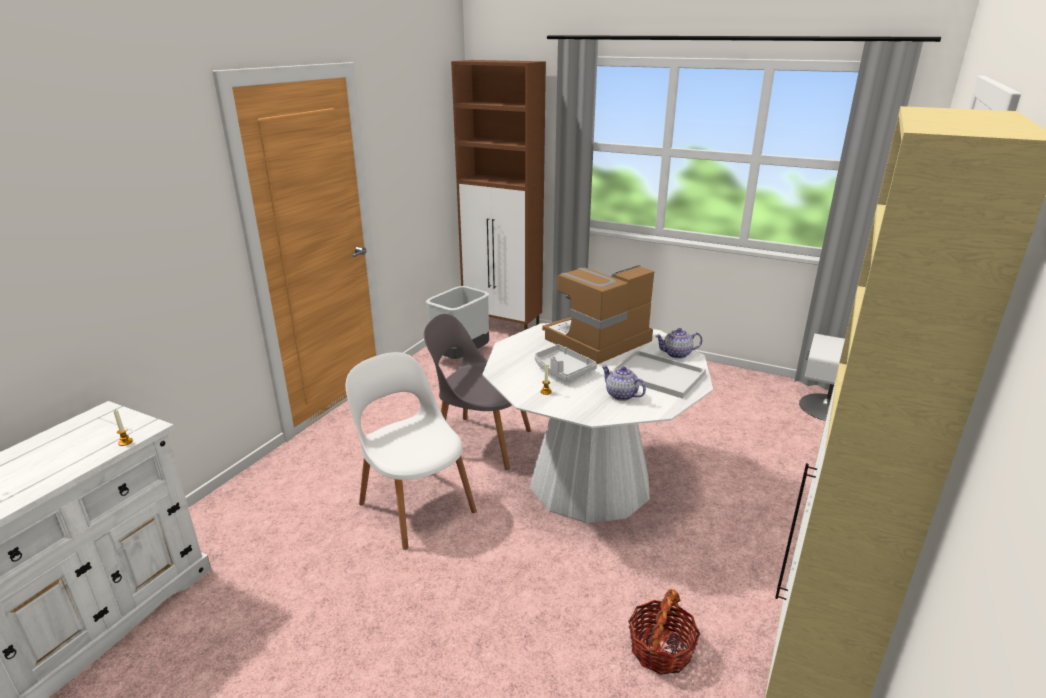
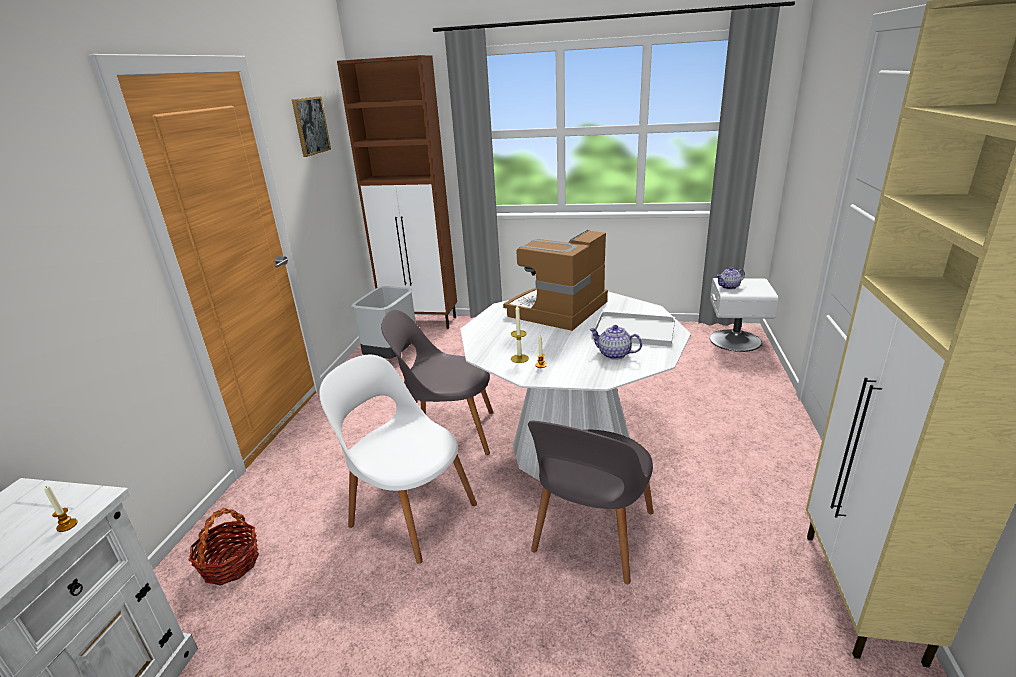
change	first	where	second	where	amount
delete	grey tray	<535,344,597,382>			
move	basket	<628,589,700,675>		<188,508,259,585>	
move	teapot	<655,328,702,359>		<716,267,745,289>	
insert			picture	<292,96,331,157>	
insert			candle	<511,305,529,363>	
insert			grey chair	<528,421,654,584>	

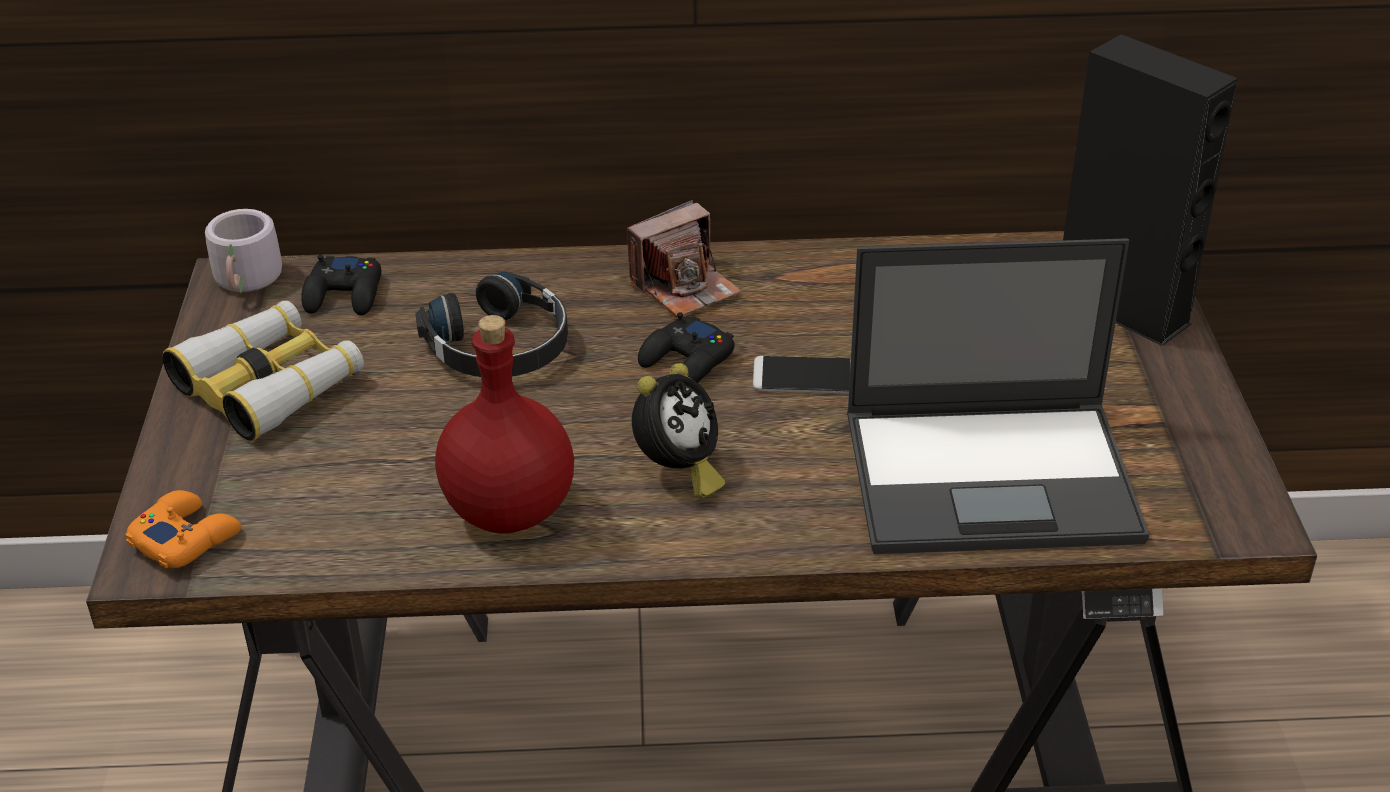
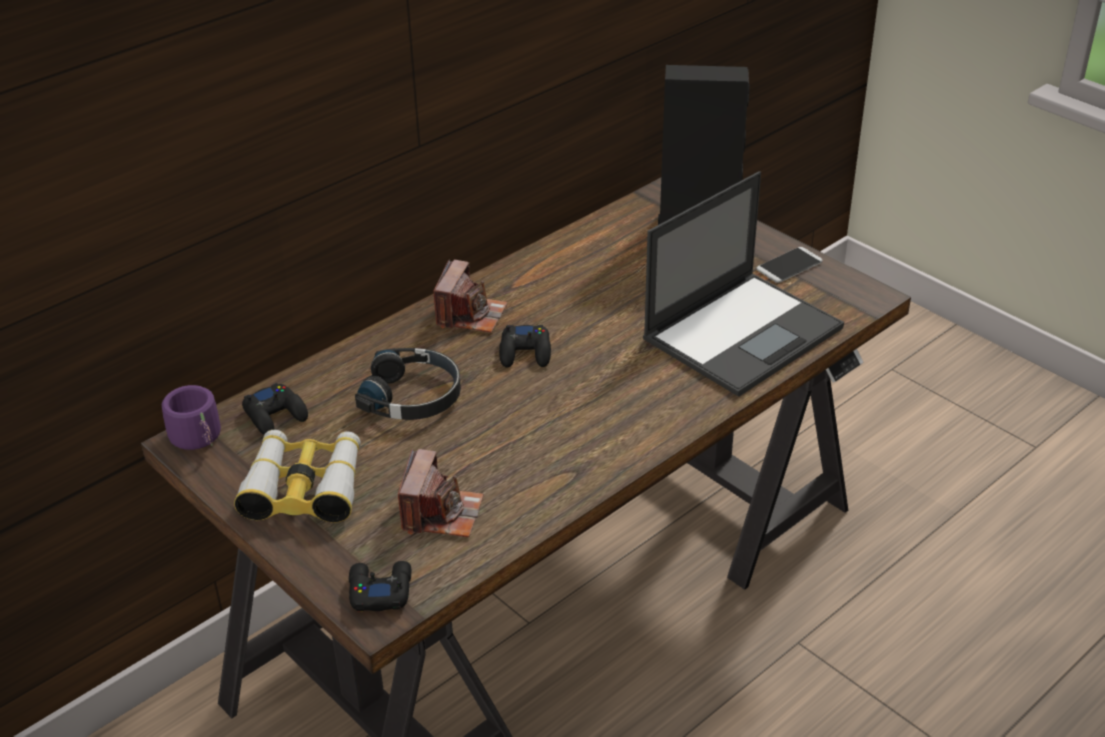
change	first	where	second	where	amount
recolor	orange game controller	<125,490,242,568>	black game controller	<349,561,411,611>	
recolor	grey mug	<205,209,300,293>	purple mug	<162,385,221,450>	
delete	red bottle	<435,315,574,534>			
delete	alarm clock	<632,363,725,498>			
move	phone	<753,356,851,393>		<756,247,823,283>	
insert			photo camera	<398,449,484,537>	

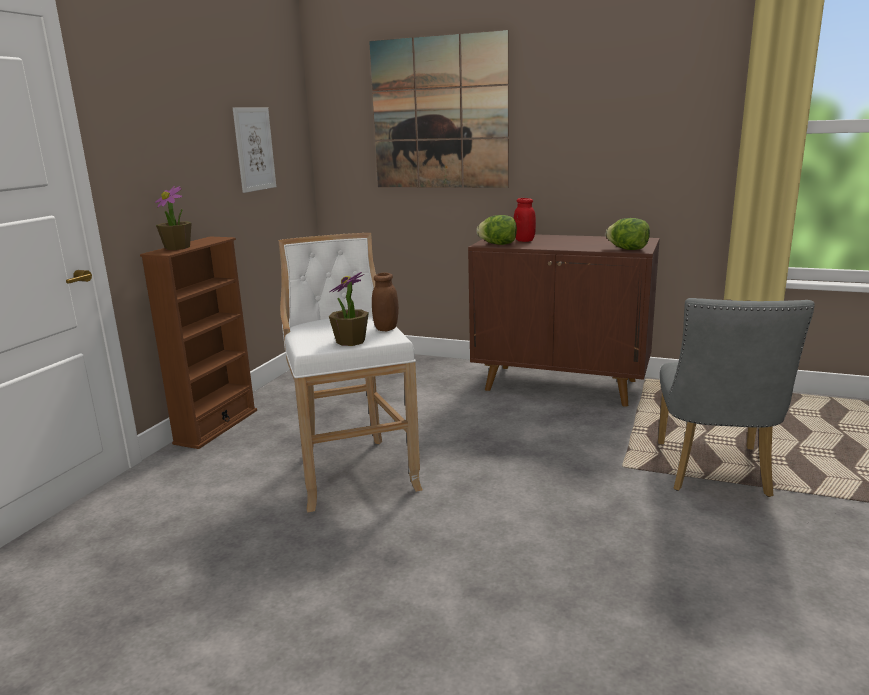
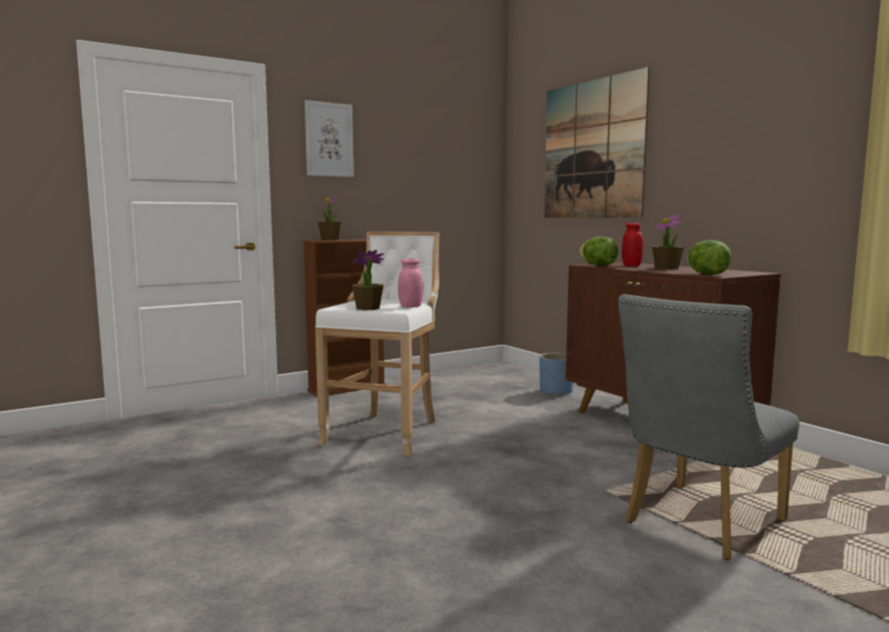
change	first	where	second	where	amount
move	picture	<233,107,276,193>		<305,100,354,177>	
recolor	brown jar	<372,273,399,331>	pink jar	<398,258,423,308>	
insert			blue planter	<539,353,573,396>	
insert			potted plant	<652,214,684,269>	

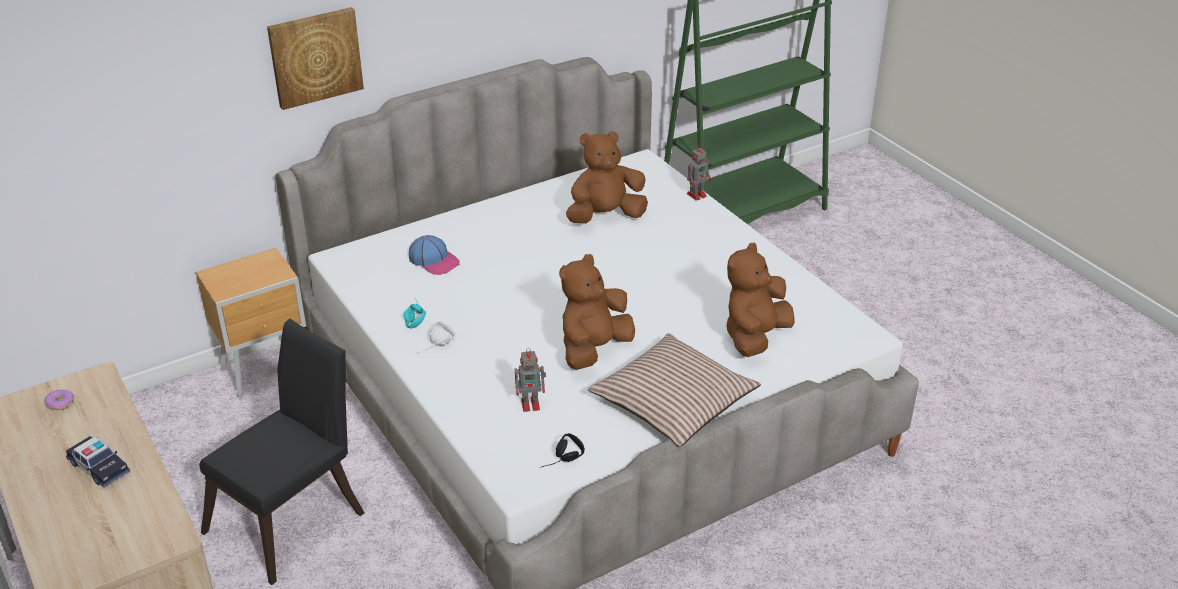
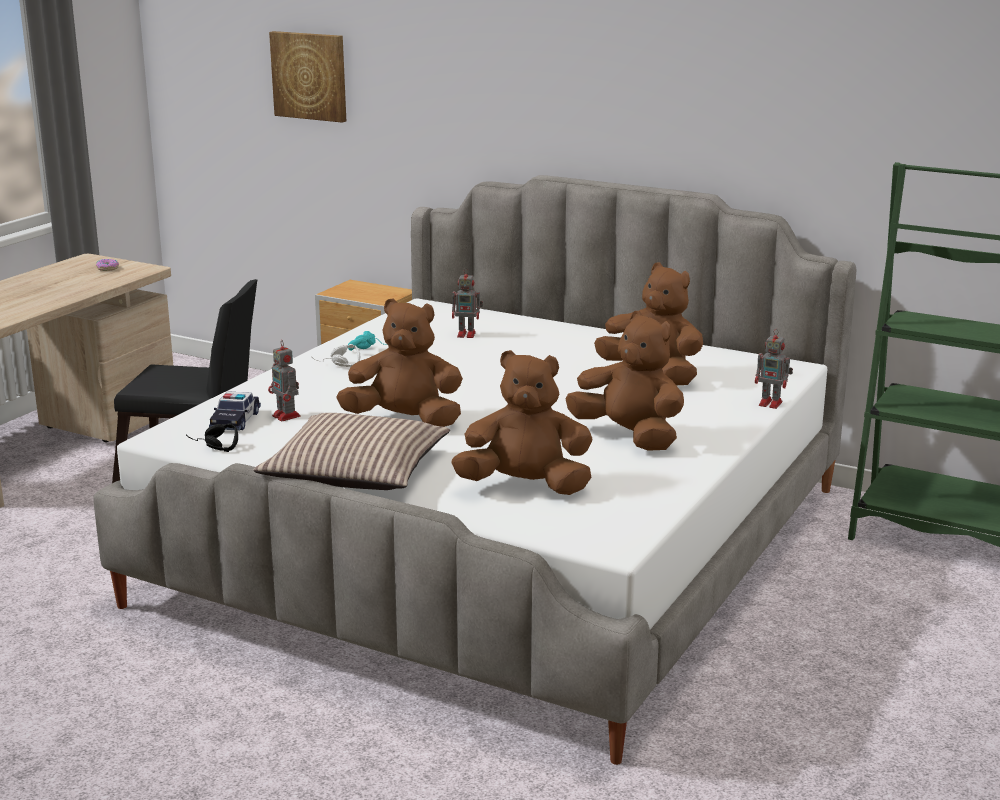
change	first	where	second	where	amount
move	toy car	<66,436,130,487>		<209,391,261,431>	
move	picture	<267,7,364,110>		<269,31,346,122>	
replace	cap	<409,235,460,275>	toy robot	<452,268,483,338>	
insert			brown plush toy	<565,311,684,451>	

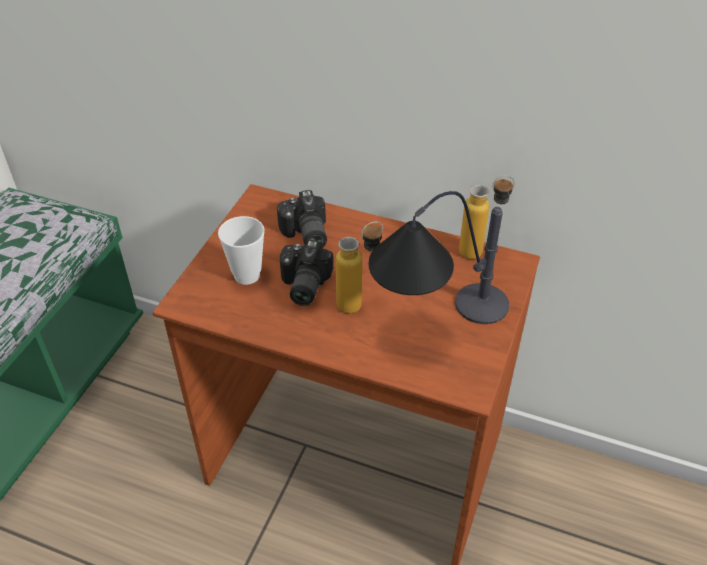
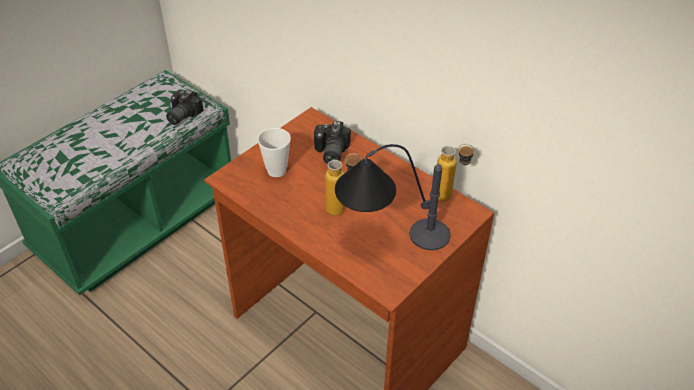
change	first	where	second	where	amount
move	photo camera	<280,240,333,306>		<166,90,204,125>	

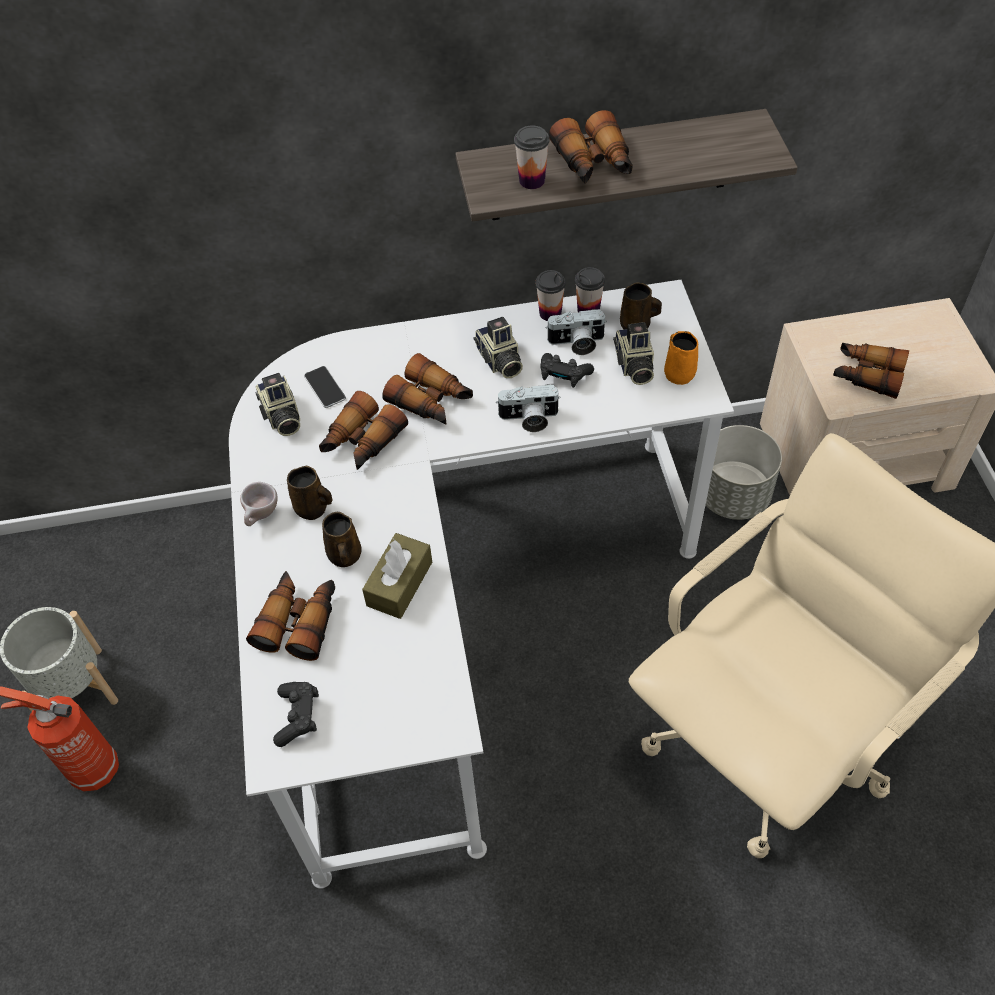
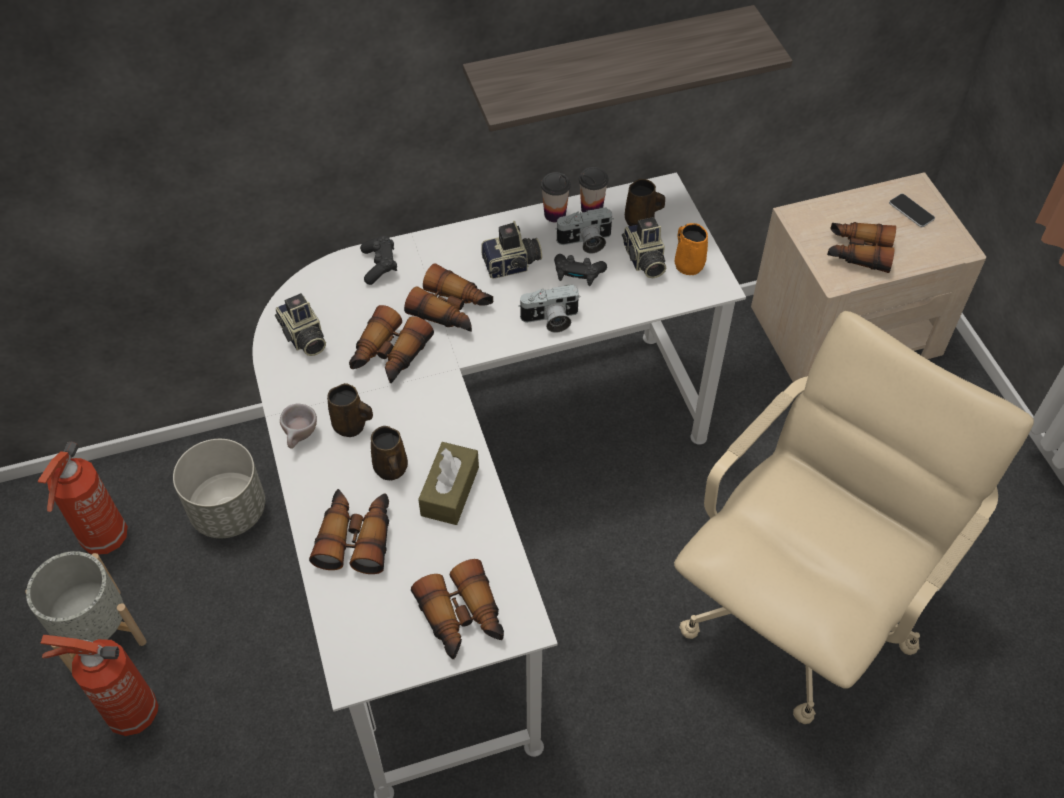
change	first	where	second	where	amount
move	black game controller	<273,682,319,747>		<360,236,397,285>	
move	phone	<304,366,346,408>		<889,194,935,227>	
rotate	photo camera	<473,317,523,378>		<481,221,542,279>	75 degrees counterclockwise
delete	cup	<514,126,550,189>			
move	binoculars	<549,110,633,184>		<411,559,504,659>	
move	grey planter	<706,425,782,520>		<173,439,265,538>	
insert			fire extinguisher	<38,441,128,555>	

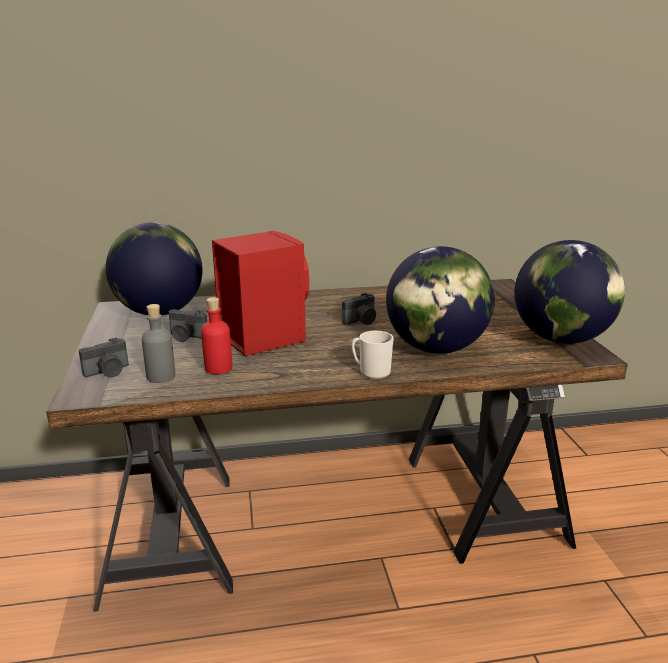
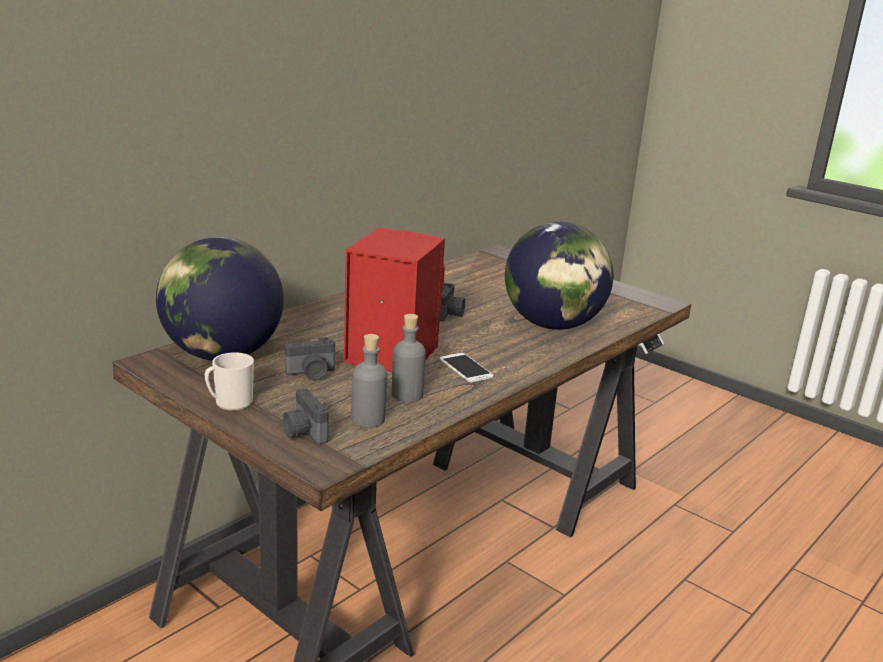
change	first	where	second	where	amount
rotate	photo camera	<78,338,129,378>		<283,388,329,445>	135 degrees clockwise
recolor	red bottle	<201,297,232,374>	grey bottle	<392,314,426,402>	
move	mug	<352,331,394,379>		<205,352,254,411>	
delete	globe	<515,240,625,344>			
insert			phone	<440,353,494,383>	

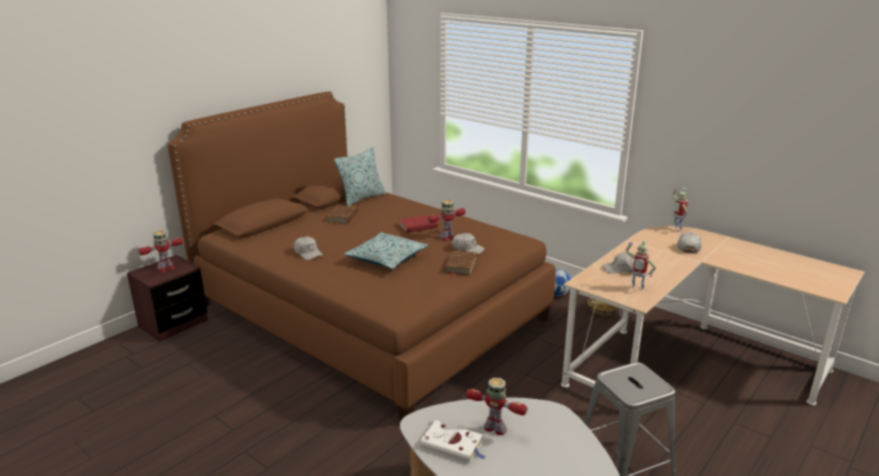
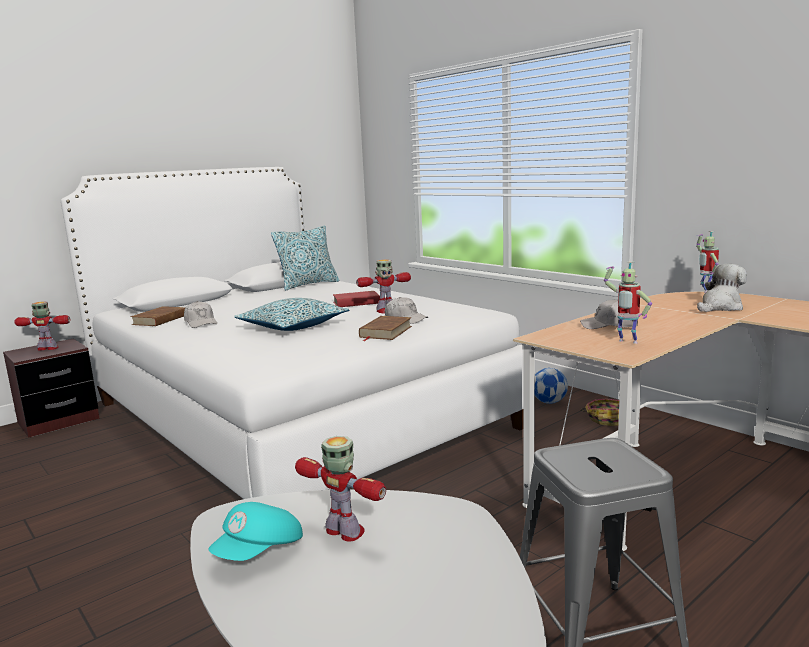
change	first	where	second	where	amount
rotate	toy robot	<138,231,183,272>		<14,301,70,351>	150 degrees counterclockwise
recolor	brown bed	<167,91,556,421>	white bed	<61,167,524,499>	
move	brown book	<326,205,358,224>		<131,306,186,326>	
replace	white book	<420,420,486,463>	turquoise cap	<208,502,303,561>	
replace	white cap	<677,232,702,253>	plush toy	<697,264,747,312>	

